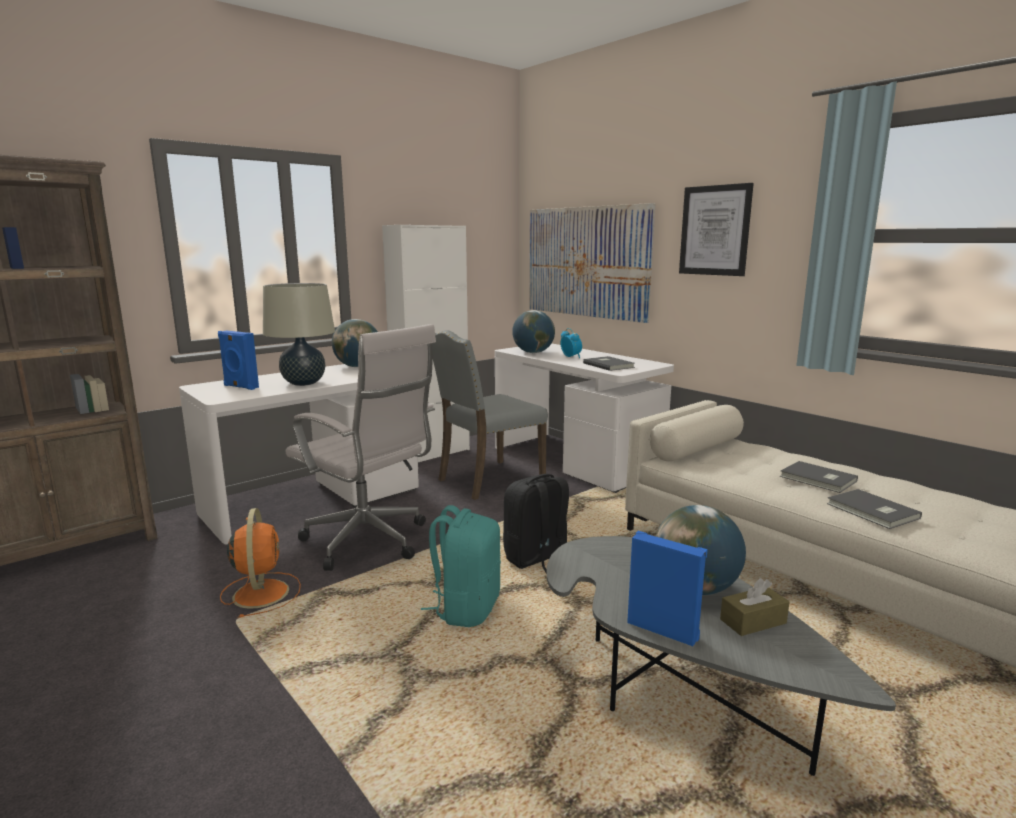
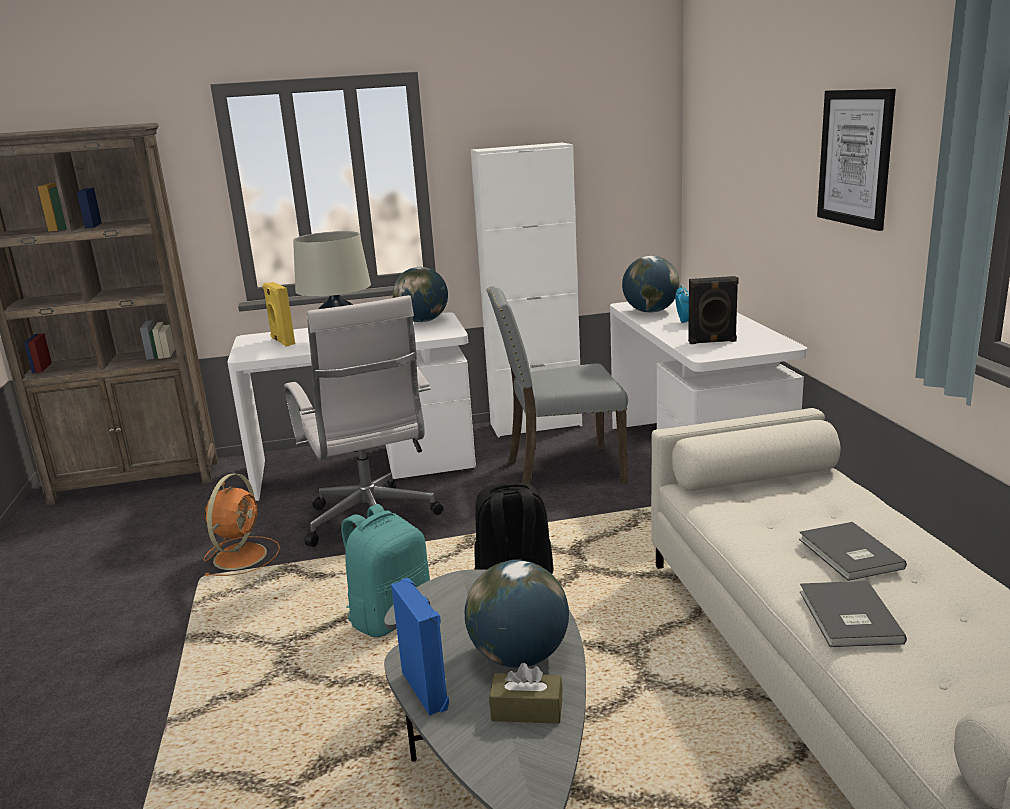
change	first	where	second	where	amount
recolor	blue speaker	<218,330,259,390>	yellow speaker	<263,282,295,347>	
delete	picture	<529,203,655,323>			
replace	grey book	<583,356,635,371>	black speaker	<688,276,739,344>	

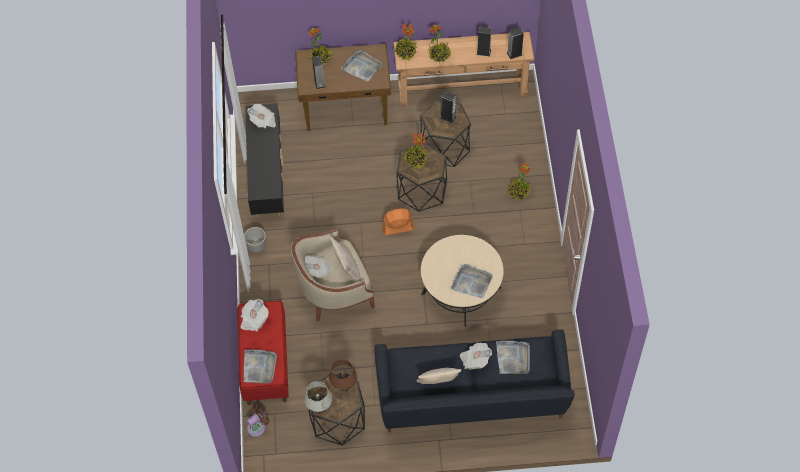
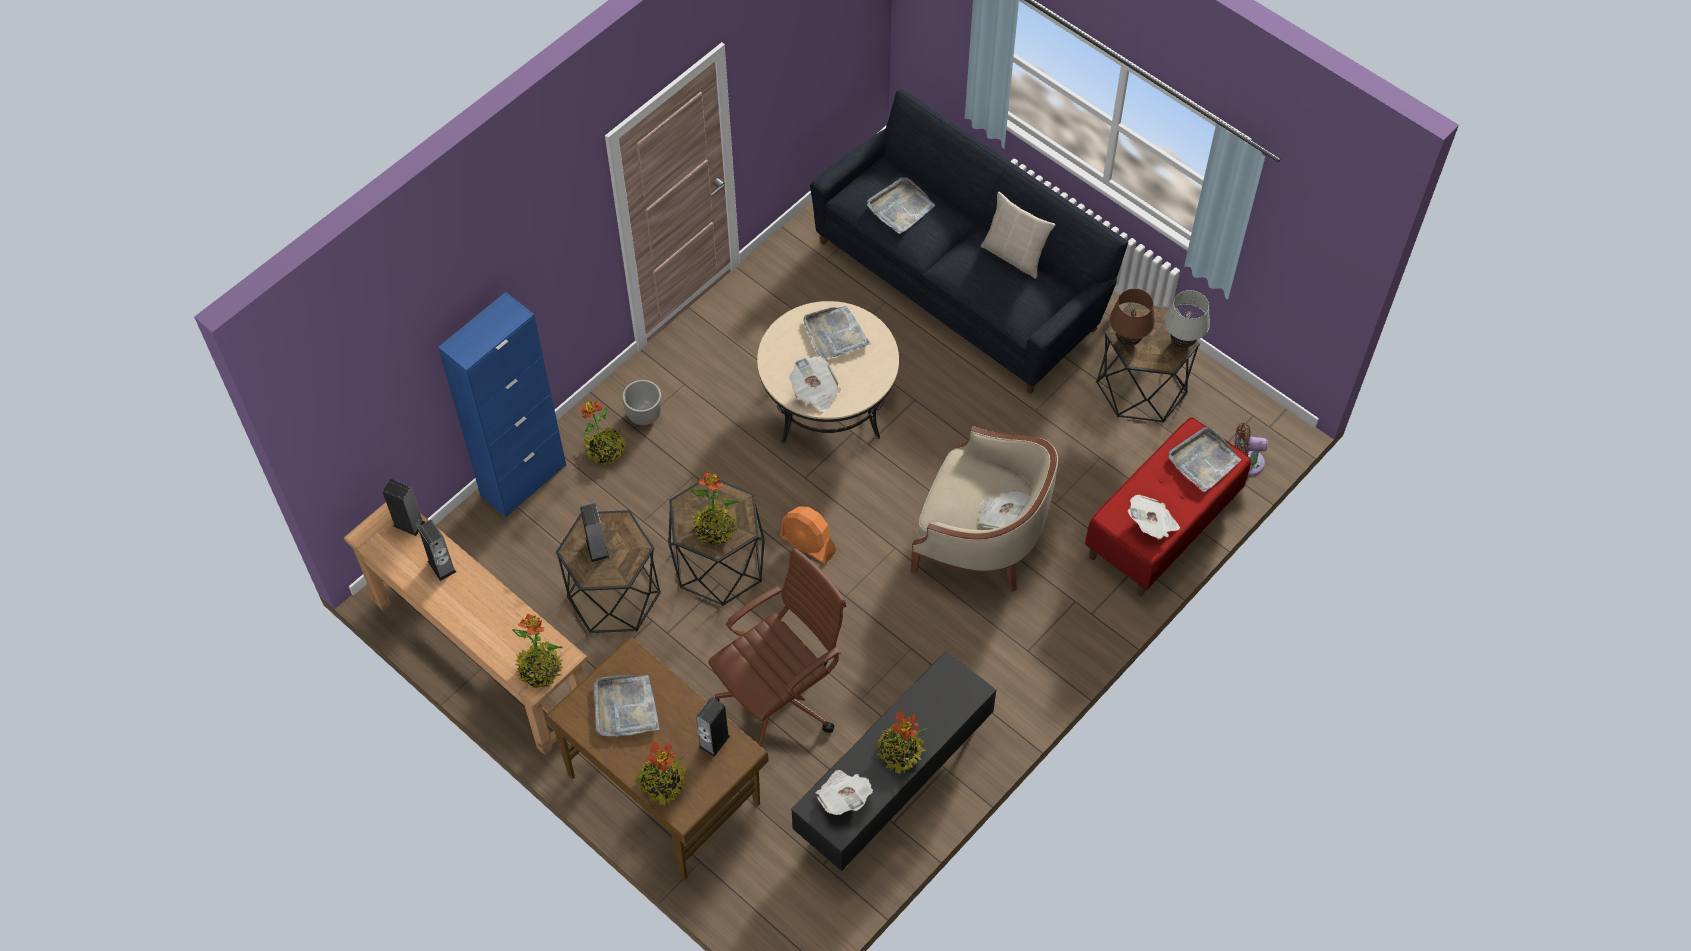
change	first	where	second	where	amount
move	planter	<244,227,266,253>		<622,380,662,425>	
delete	beige pillow	<330,237,361,282>			
move	potted plant	<428,25,452,63>		<873,710,927,774>	
move	newspaper	<460,343,492,370>		<789,356,841,412>	
insert			blue cabinet	<438,292,566,518>	
insert			brown office chair	<708,548,846,746>	

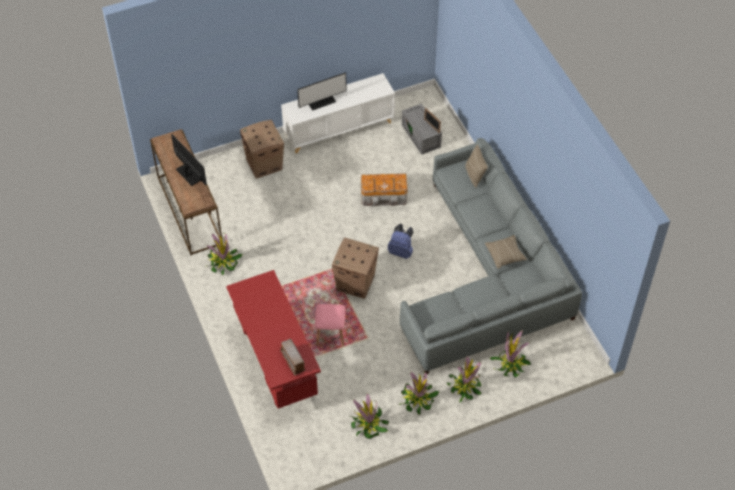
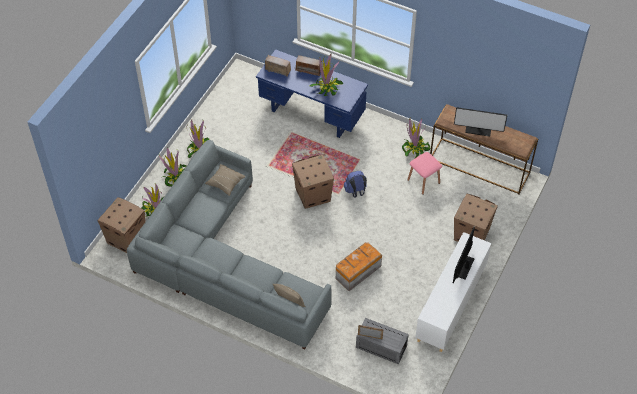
change	first	where	second	where	amount
recolor	red desk	<226,270,321,409>	blue desk	<256,49,368,138>	
move	pink stool	<315,304,345,346>		<407,152,442,195>	
move	potted plant	<350,394,389,439>		<309,53,343,96>	
move	blue backpack	<388,224,413,259>		<344,171,367,198>	
move	beige pillow	<485,235,527,269>		<205,164,246,196>	
insert			cardboard box	<97,197,145,253>	
insert			radio	<295,55,321,76>	

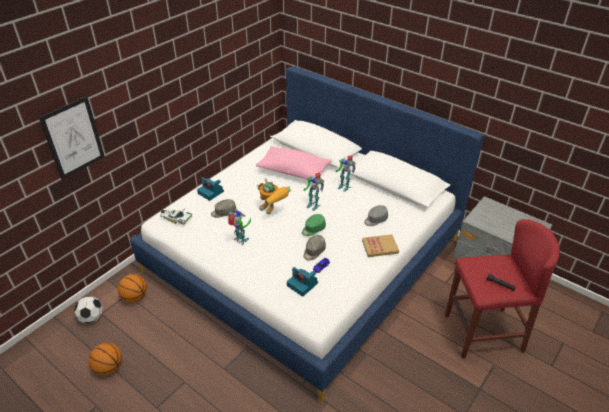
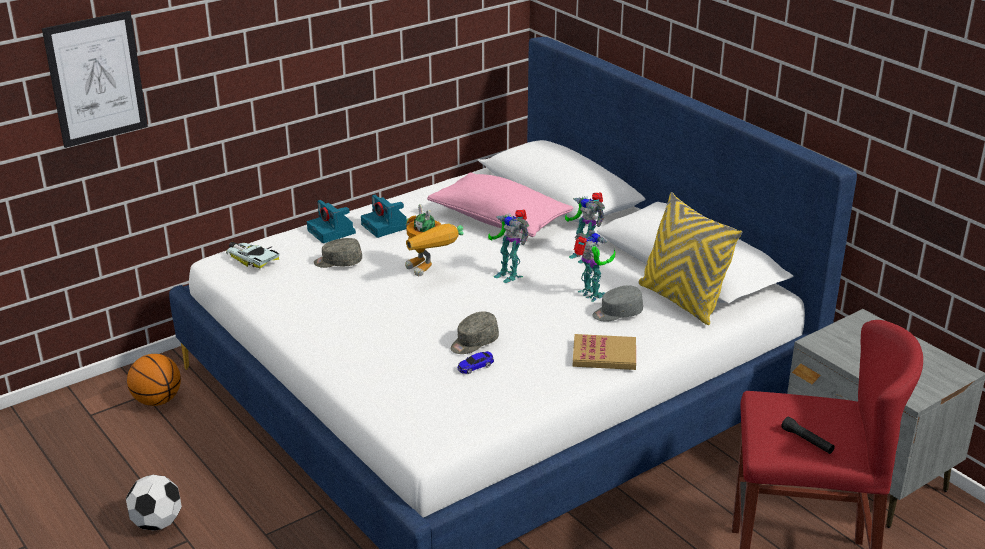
change	first	where	second	where	amount
move	football	<74,296,103,323>		<126,475,182,531>	
delete	basketball	<88,343,122,376>			
move	toy robot	<227,209,251,245>		<574,230,616,302>	
move	photo camera	<287,267,318,297>		<361,195,407,238>	
delete	green cap	<302,214,326,236>			
insert			yellow pillow	<638,192,742,325>	

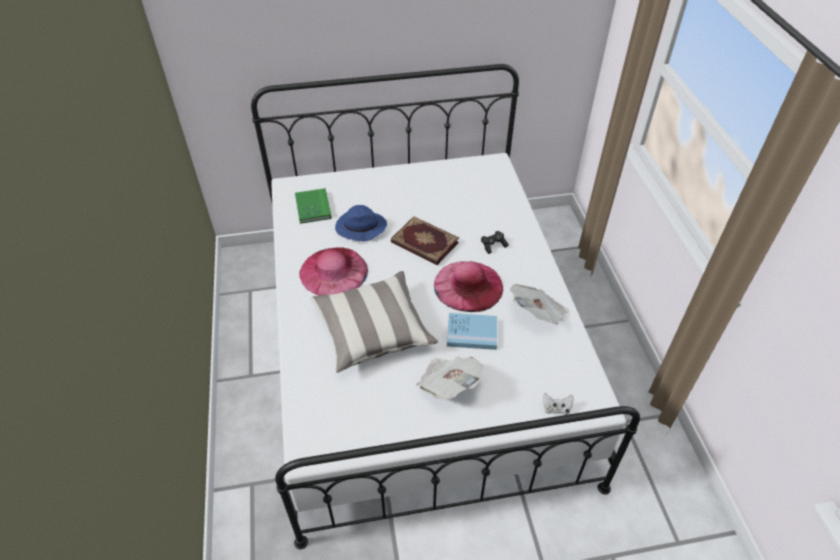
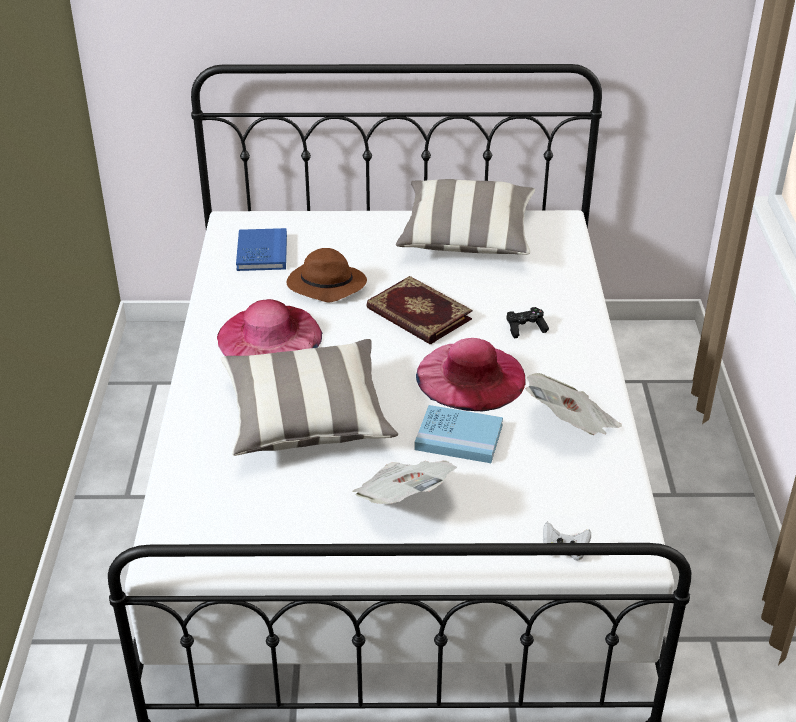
change	first	where	second	where	amount
recolor	green book	<295,188,332,224>	blue book	<236,228,287,271>	
recolor	blue hat	<335,205,387,242>	brown hat	<287,248,367,302>	
insert			pillow	<396,179,535,255>	

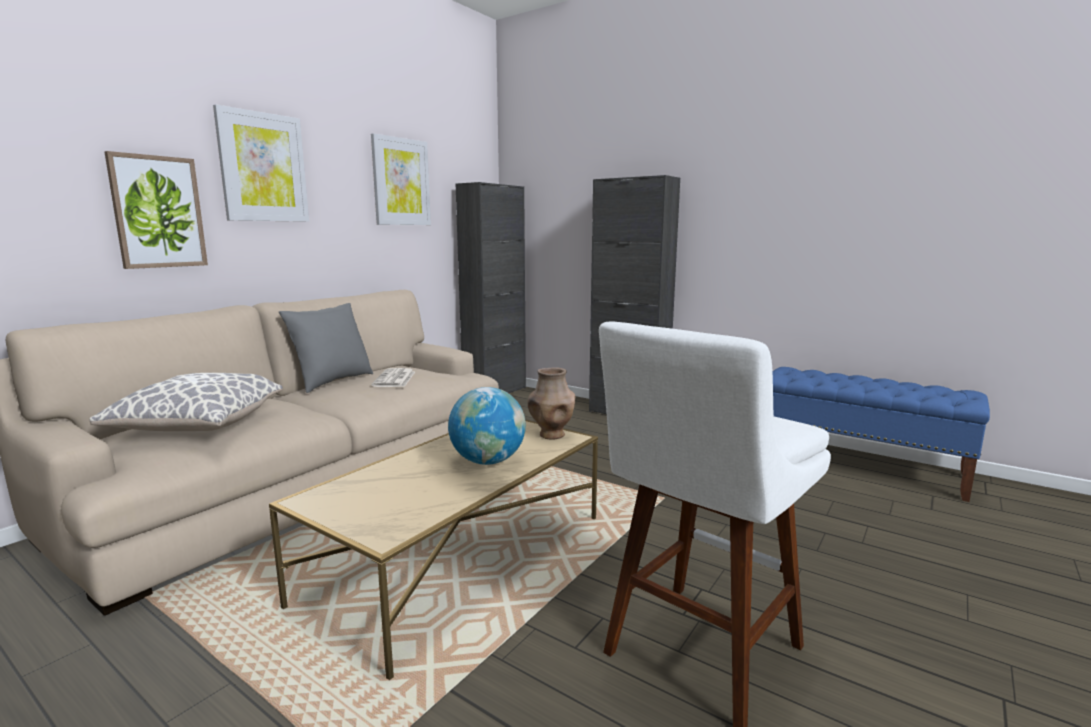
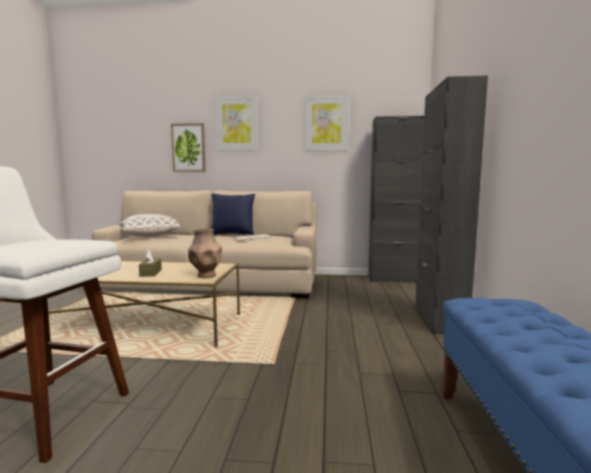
change	first	where	second	where	amount
recolor	grey pillow	<279,303,373,393>	blue pillow	<211,193,255,235>	
replace	globe	<448,387,526,465>	brown tissue box	<139,250,162,277>	

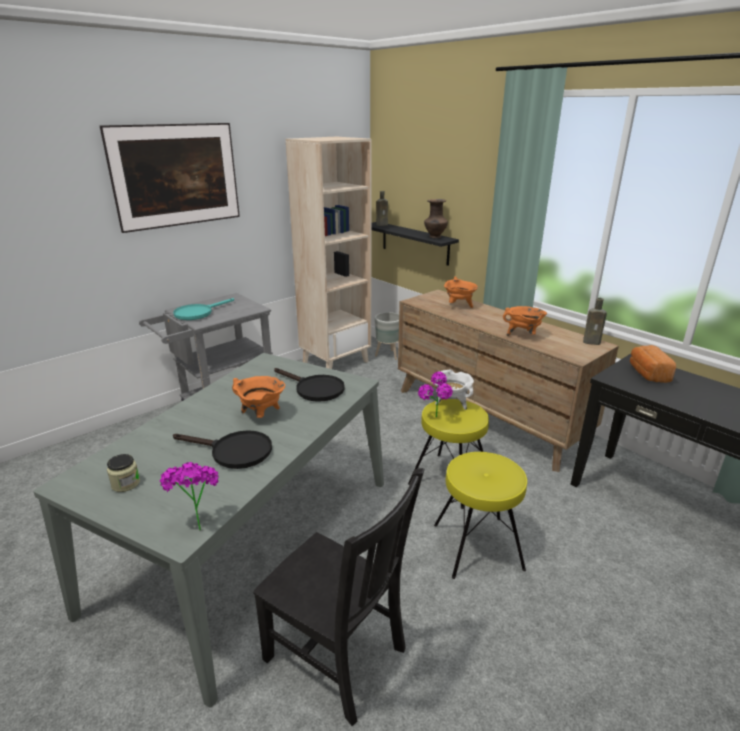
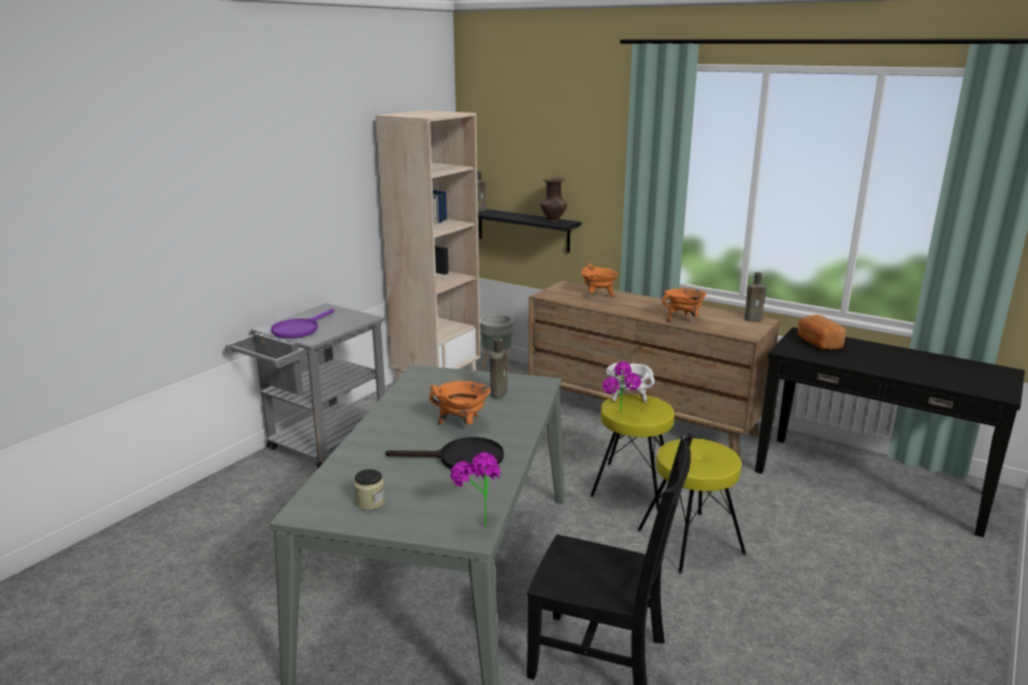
change	first	where	second	where	amount
delete	picture	<100,123,240,233>			
recolor	turquoise frying pan	<173,298,234,320>	purple frying pan	<271,308,334,338>	
replace	black frying pan	<274,368,345,402>	brown bottle	<490,337,507,399>	

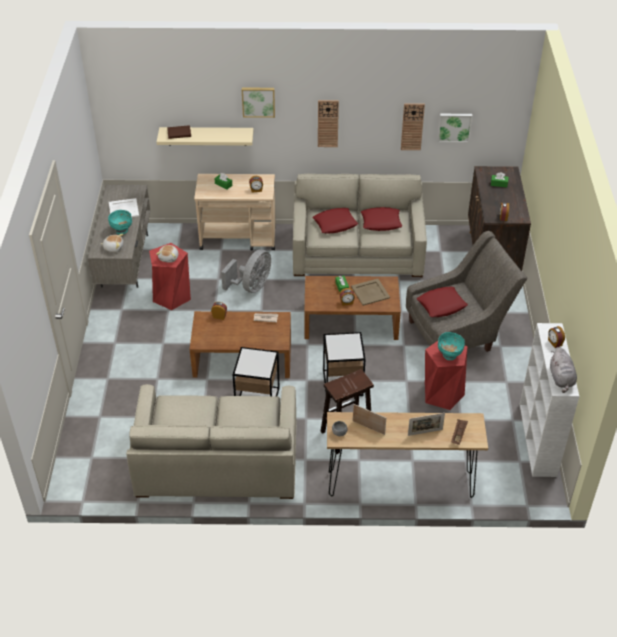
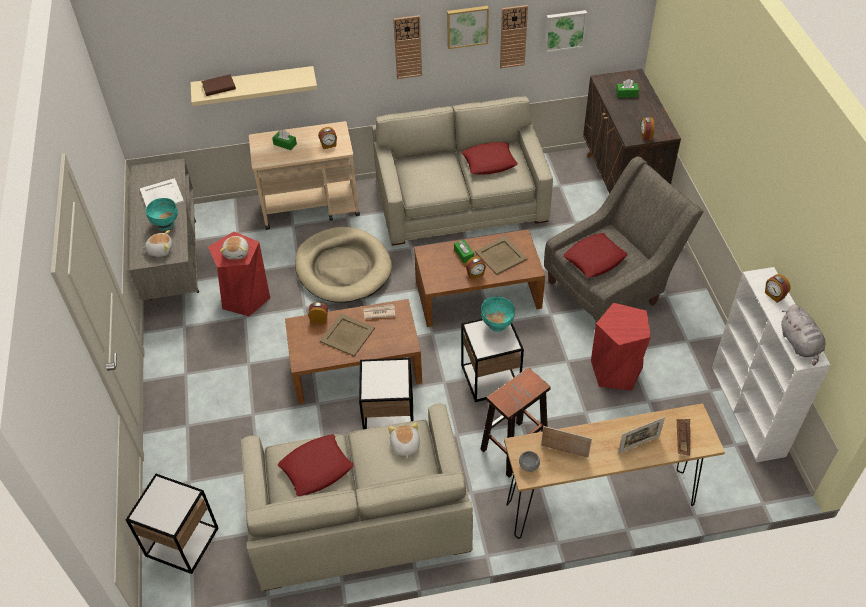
change	first	where	second	where	amount
replace	grey fan	<221,249,271,293>	beige dog bed	<295,227,392,302>	
move	picture	<242,88,275,118>		<447,6,489,49>	
move	red pillow	<312,208,358,233>		<278,434,354,496>	
move	turquoise bowl	<438,332,465,360>		<481,297,515,332>	
insert			side table	<126,474,218,574>	
insert			beige tray	<320,313,375,356>	
insert			plush toy	<388,422,420,459>	

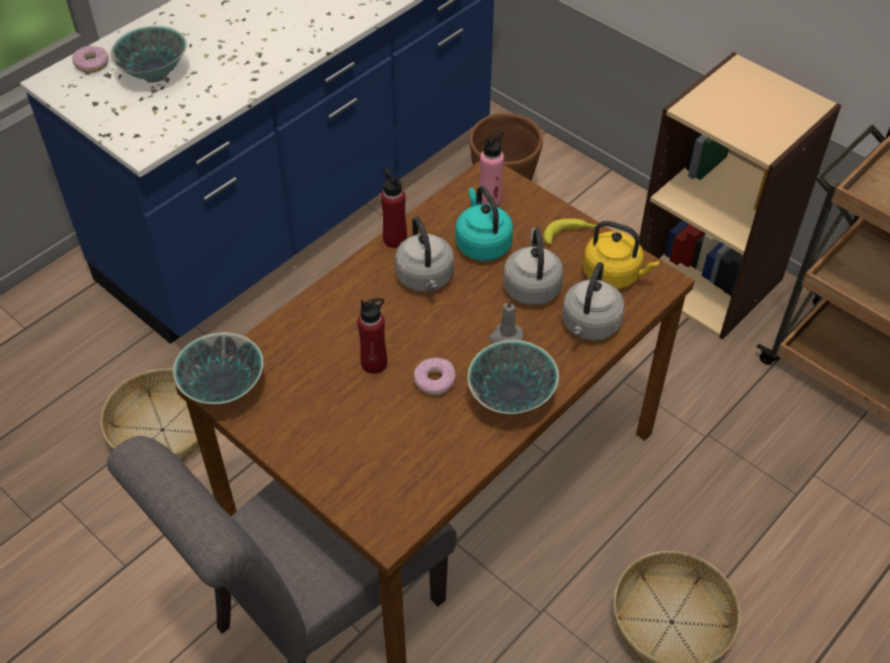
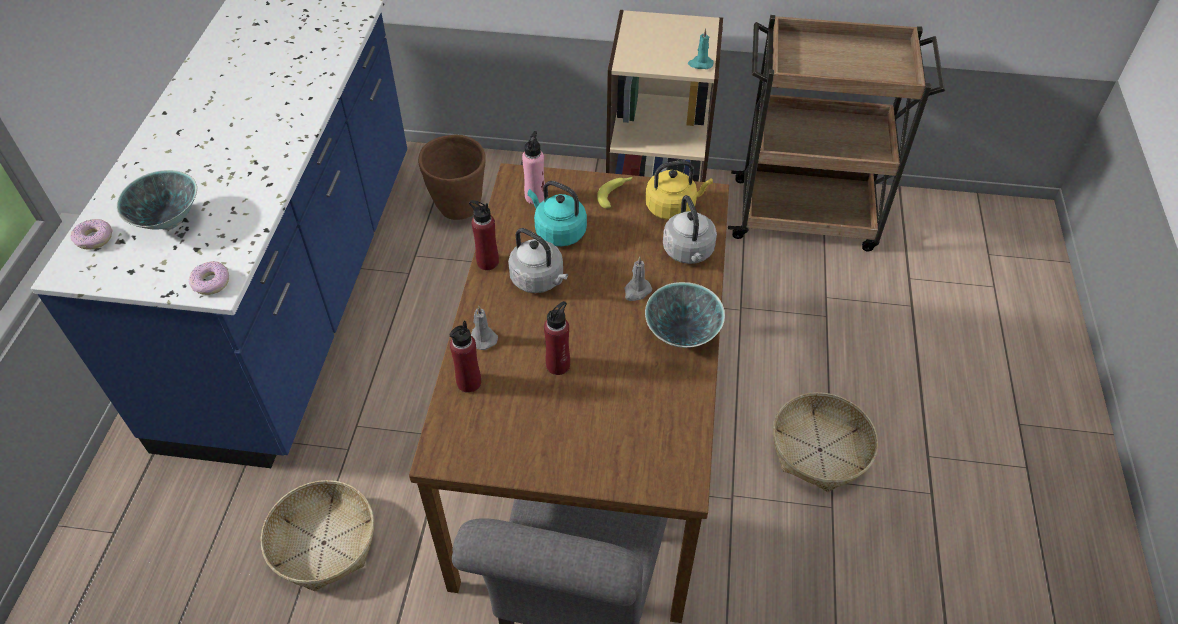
change	first	where	second	where	amount
delete	bowl	<173,332,263,404>			
move	donut	<414,358,456,395>		<188,261,229,295>	
delete	grey kettle	<503,228,564,306>			
insert			red bottle	<450,320,481,393>	
insert			grey candle	<471,306,498,350>	
insert			turquoise candle	<688,28,714,69>	

